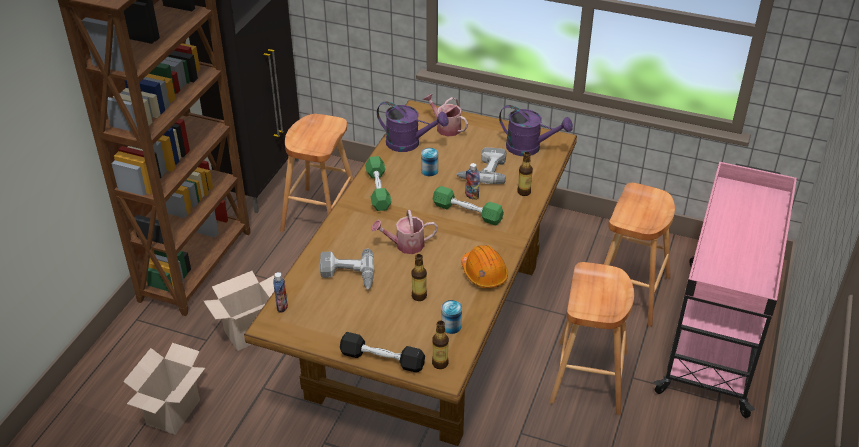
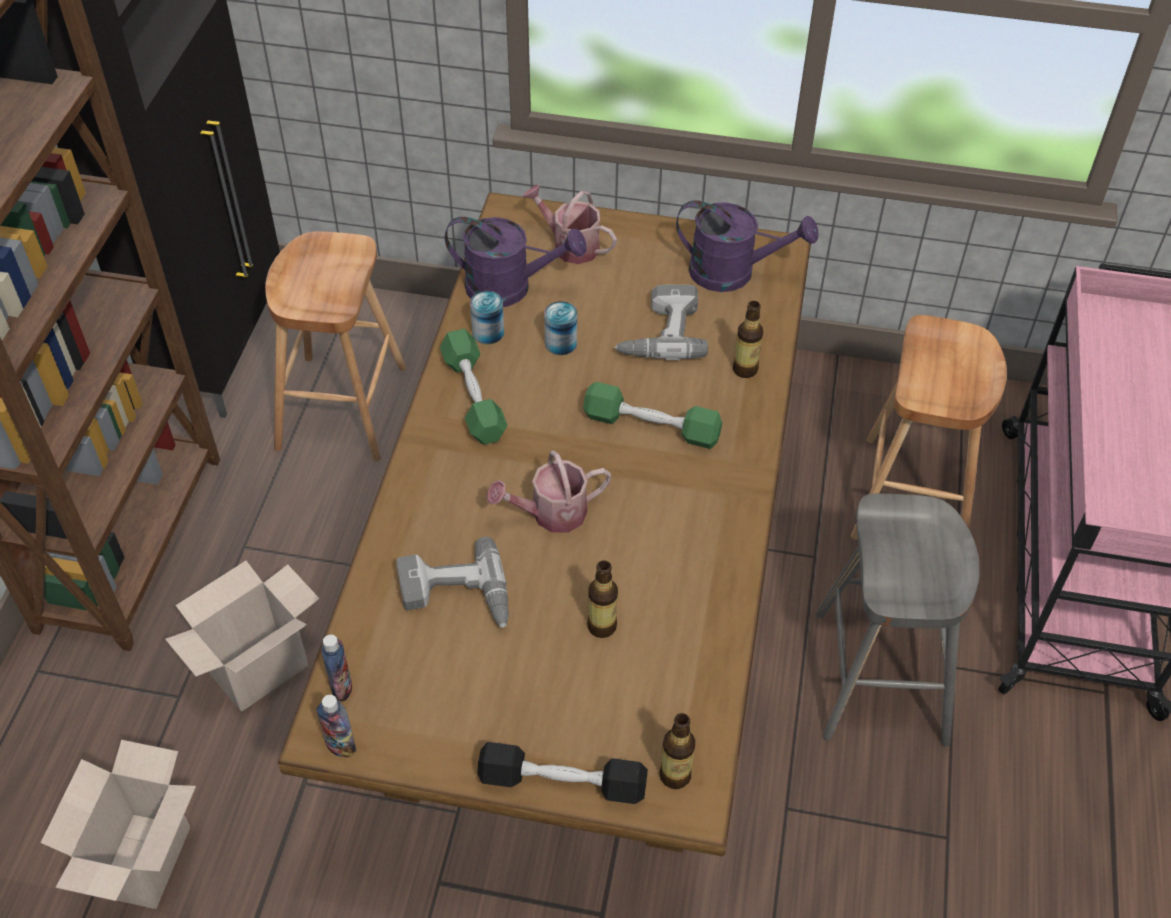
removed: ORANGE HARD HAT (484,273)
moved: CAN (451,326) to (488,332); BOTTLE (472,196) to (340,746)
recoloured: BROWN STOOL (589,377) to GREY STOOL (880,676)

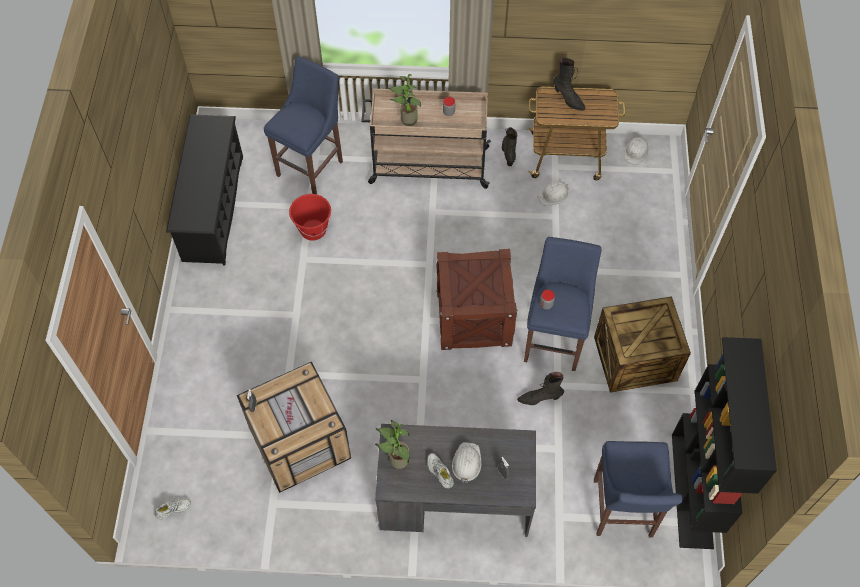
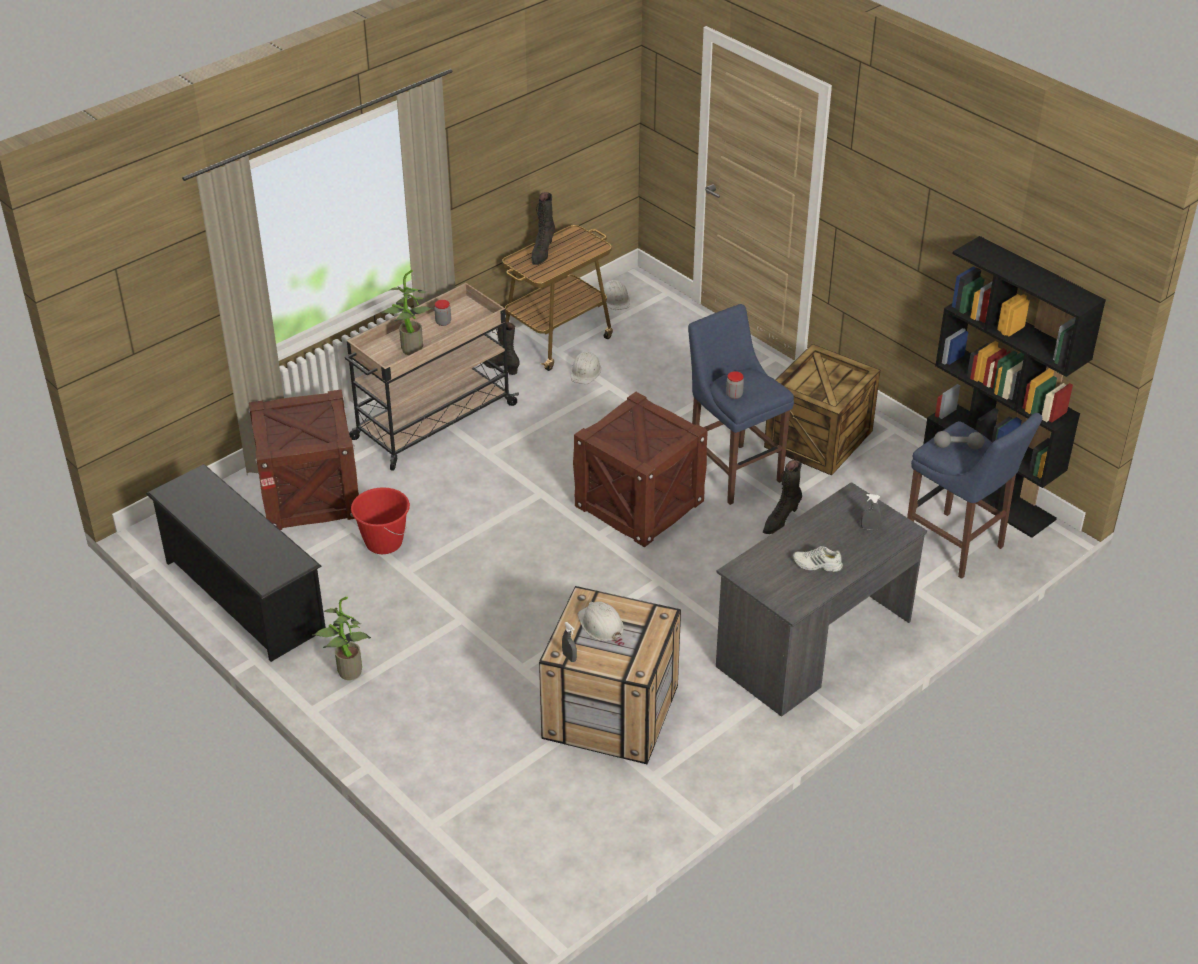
removed: WHITE SHOE (173,508)
added: GREY DUMBBELL (957,446)
moved: POTTED PLANT (396,460) to (347,674); WHITE HARD HAT (466,462) to (600,624)
replaced: BLUE STOOL (312,166) to CRATE (309,495)
turned: BLACK BOOT (568,99) = (542,252) 105 degrees clockwise

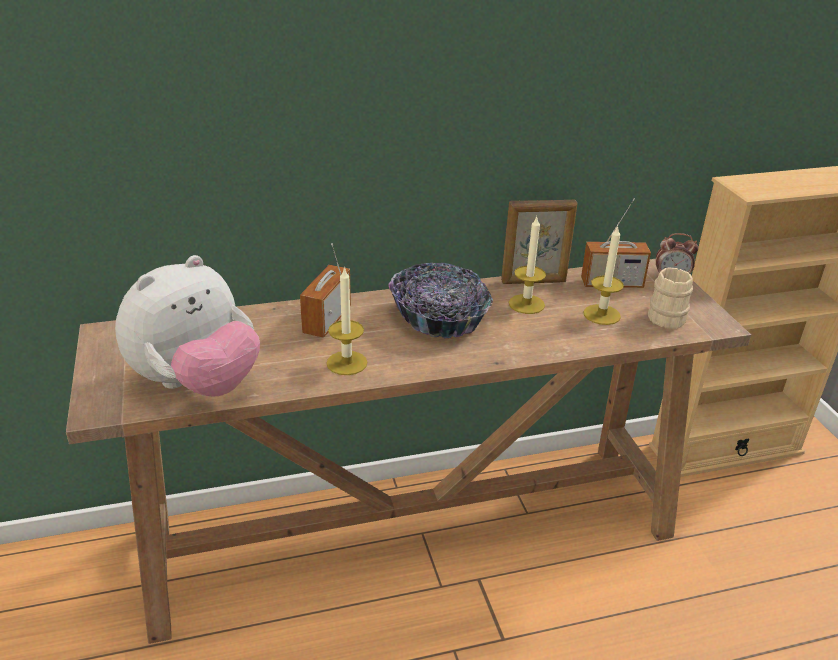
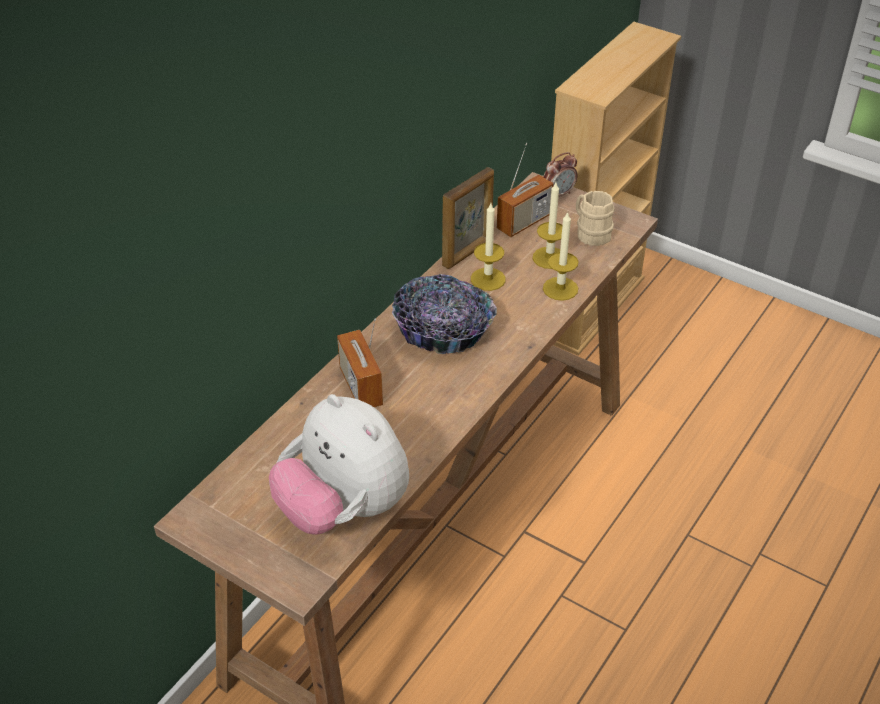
moved: CANDLE (347,363) to (560,288)
turned: PLUSH TOY (197,384) = (343,509) 135 degrees clockwise

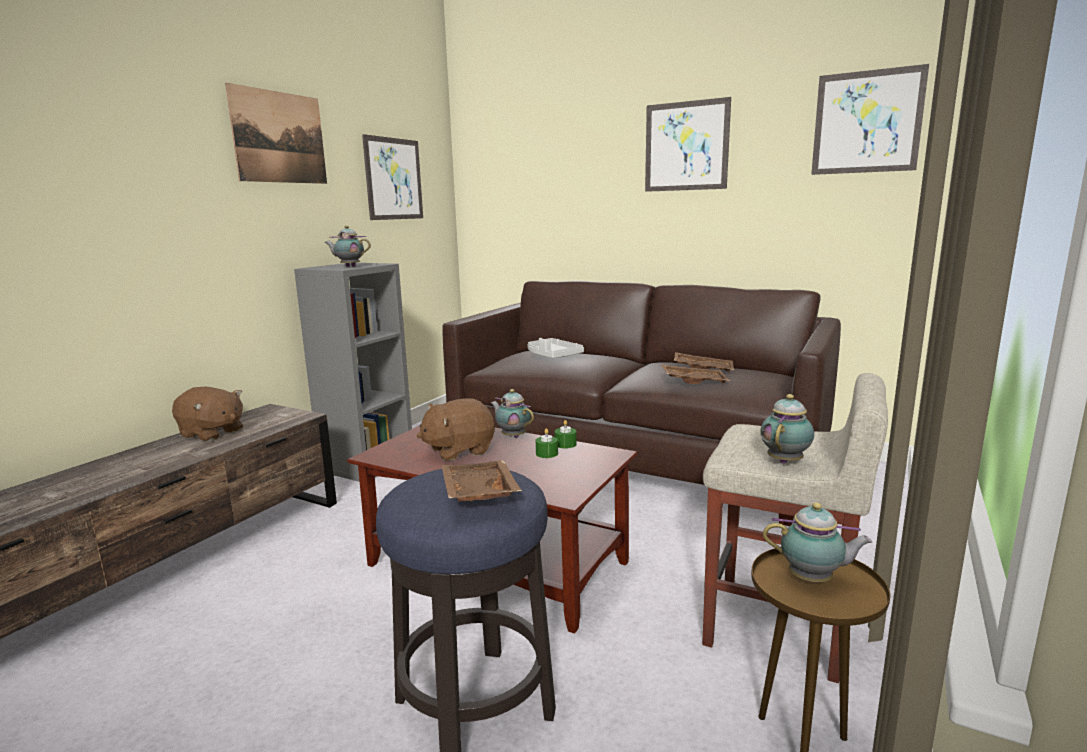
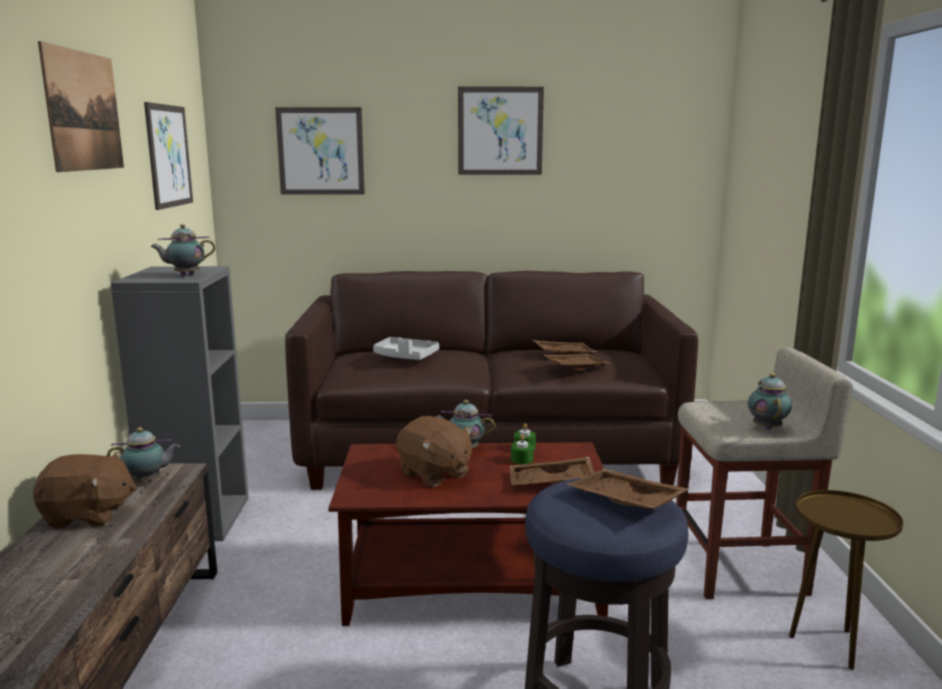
added: BROWN TRAY (551,483)
moved: TEAPOT (813,580) to (148,481); PICTURE (867,122) to (320,151)
turned: BROWN PLUSH TOY (458,450) = (434,474) 75 degrees counterclockwise

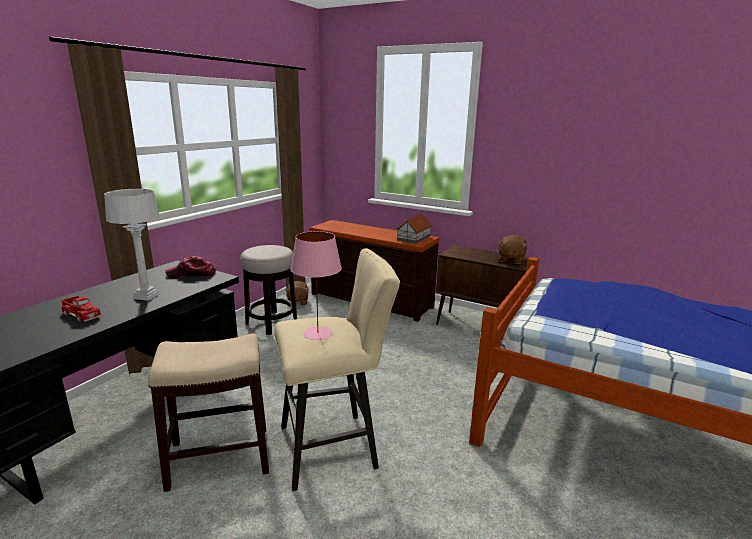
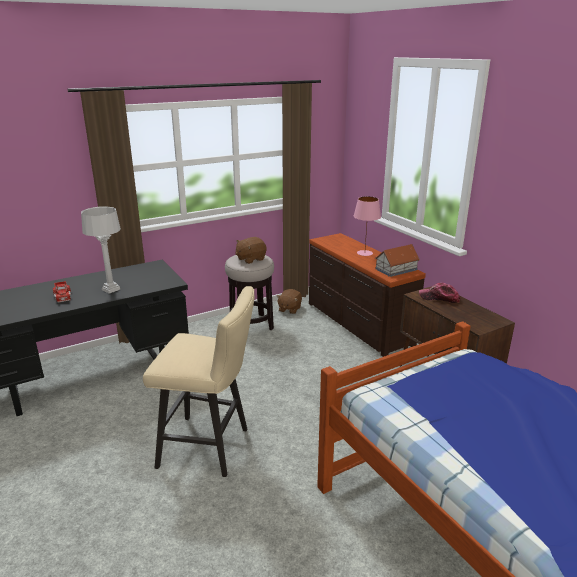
removed: STOOL (220,457)
moved: CAP (191,274) to (439,298); PINK TABLE LAMP (318,333) to (365,253); BROWN PLUSH TOY (510,260) to (250,259)

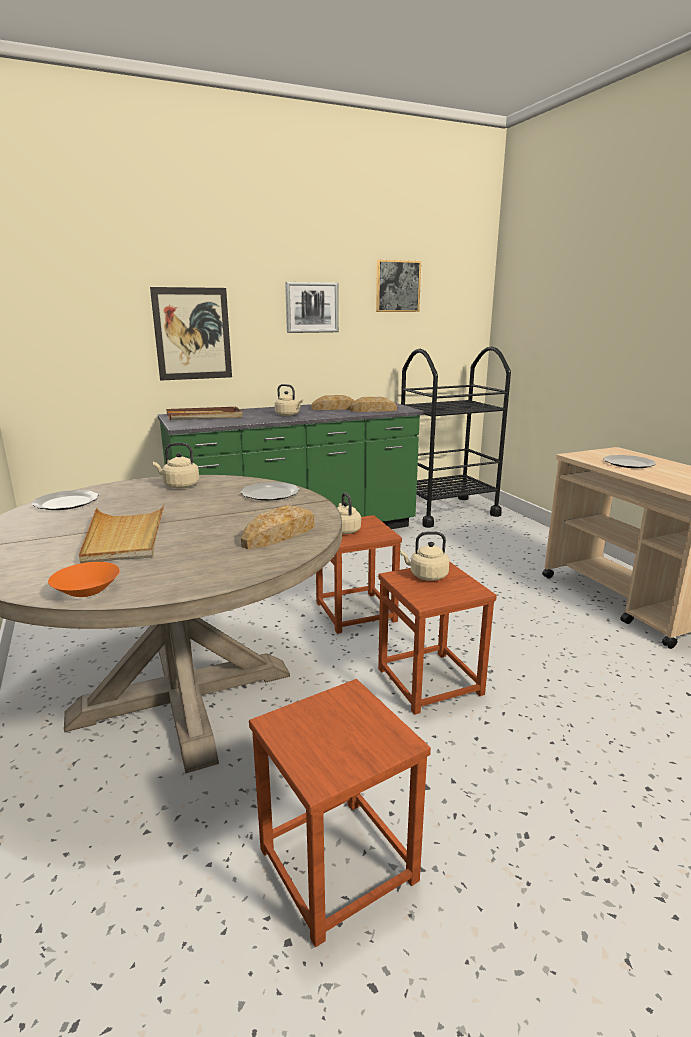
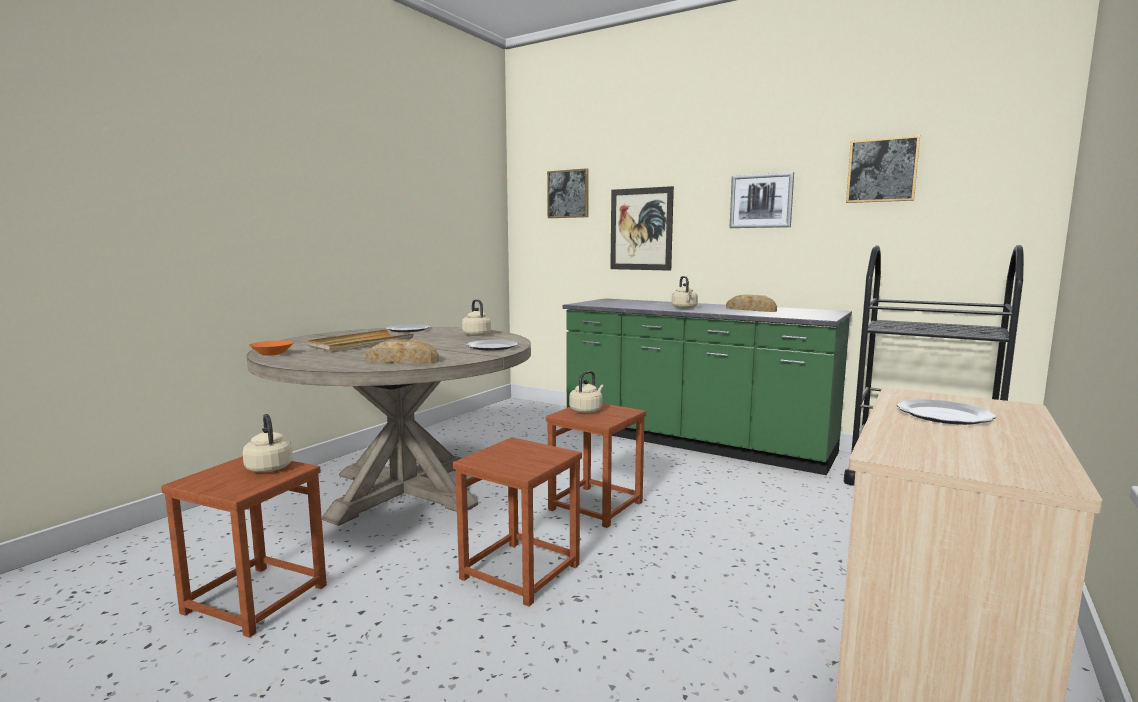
removed: BROWN TRAY (205,416); BREAD (373,410)
added: PICTURE (568,194)
moved: BEIGE KETTLE (426,576) to (269,467)

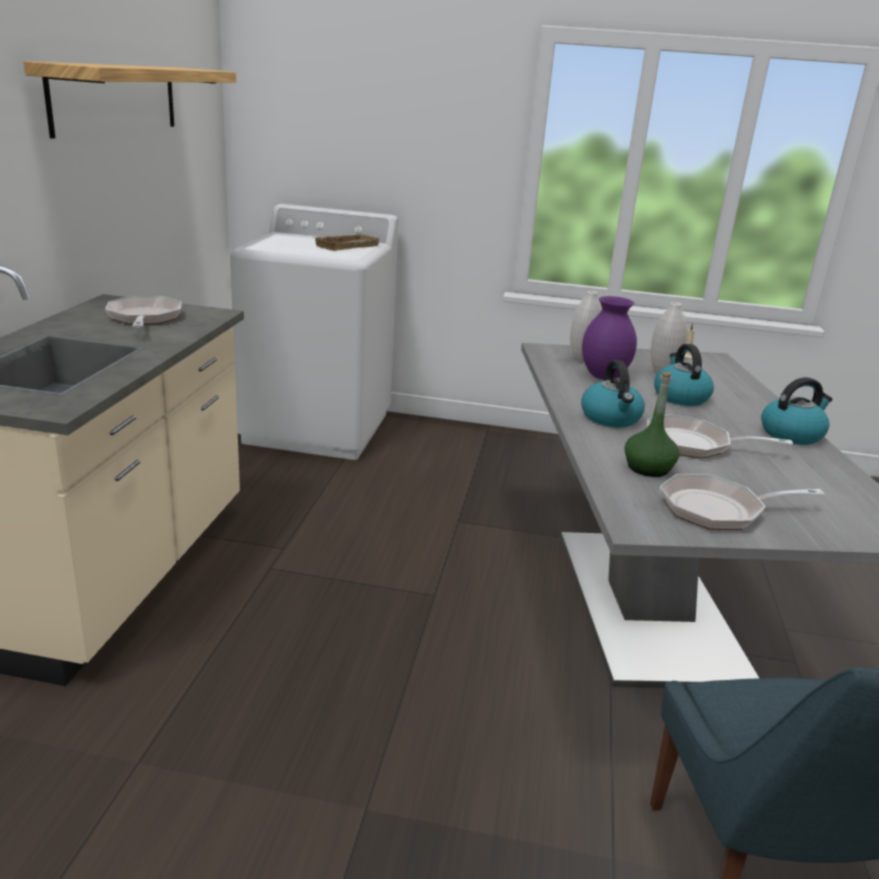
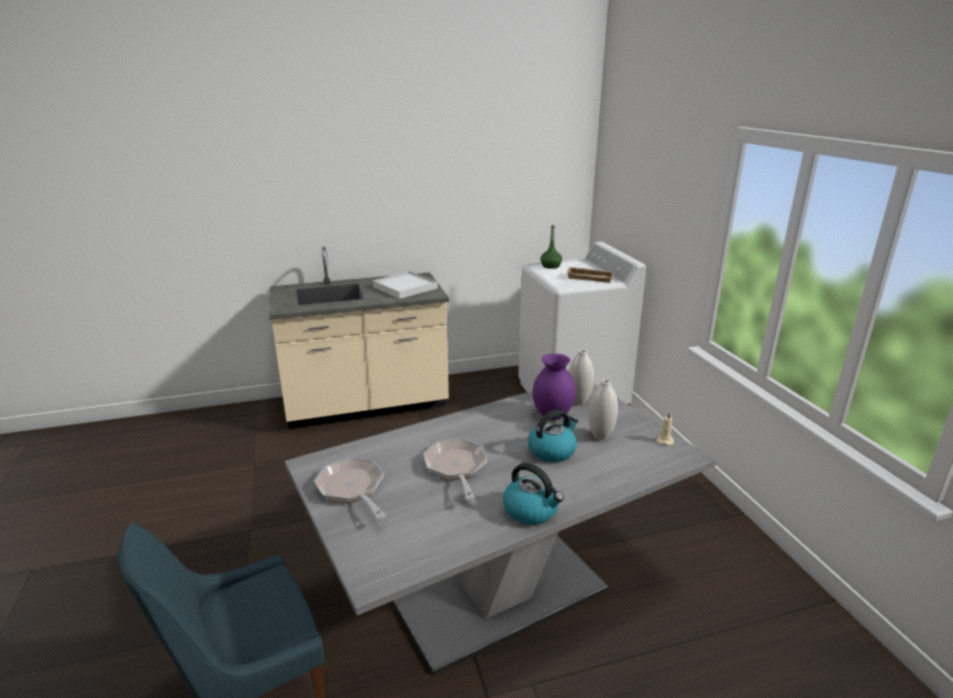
removed: SHELF (116,98); KETTLE (611,418)
moved: GREEN BOTTLE (648,468) to (550,266)
replaced: FRYING PAN (144,318) to WHITE TRAY (405,287)

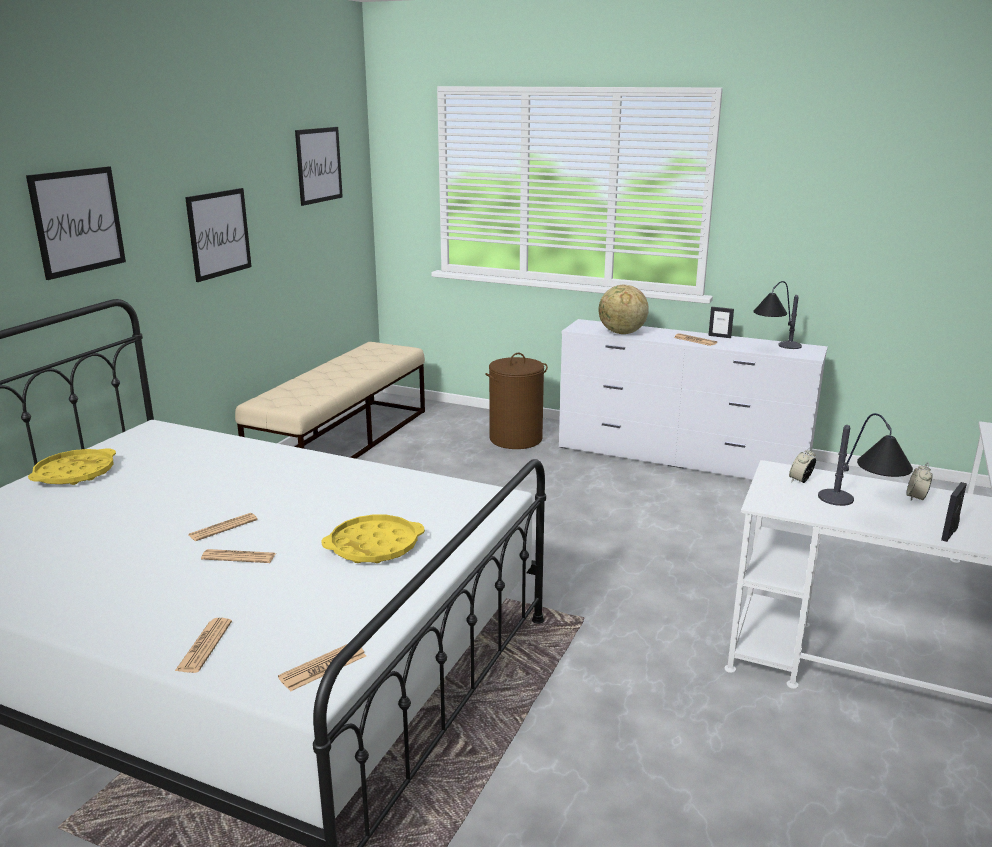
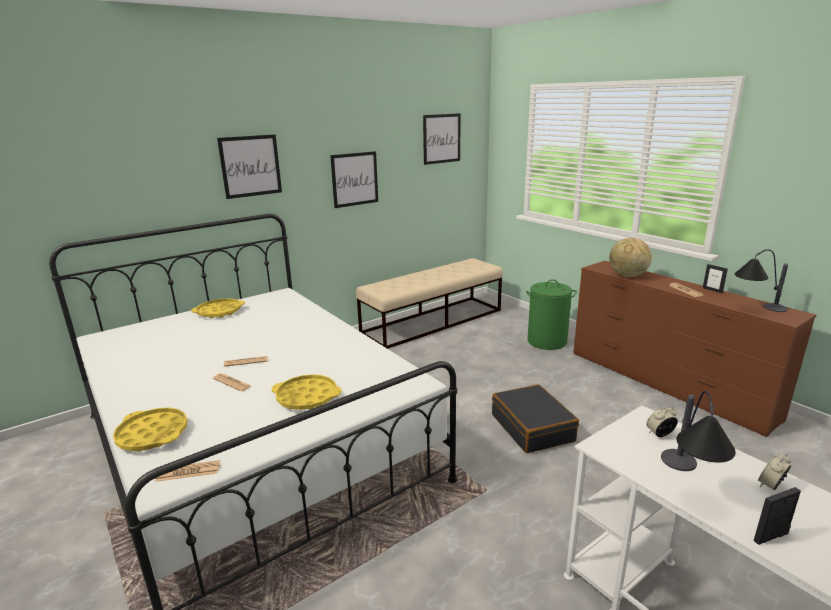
added: BLACK SUITCASE (532,428)
replaced: NEWSPAPER (204,646) to YELLOW TRAY (152,434)
recoloured: BROWN LAUNDRY BASKET (515,439) to GREEN LAUNDRY BASKET (546,341); WHITE DRESSER (680,459) to BROWN DRESSER (666,384)

